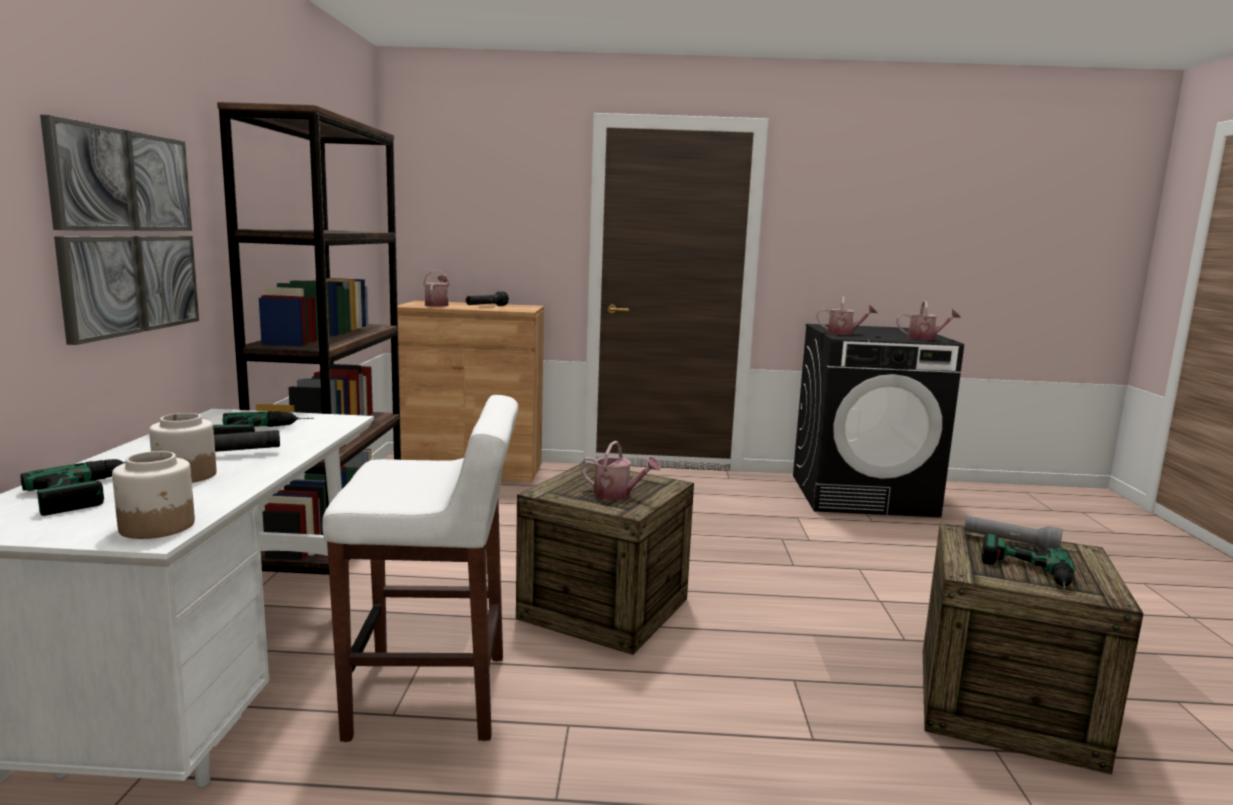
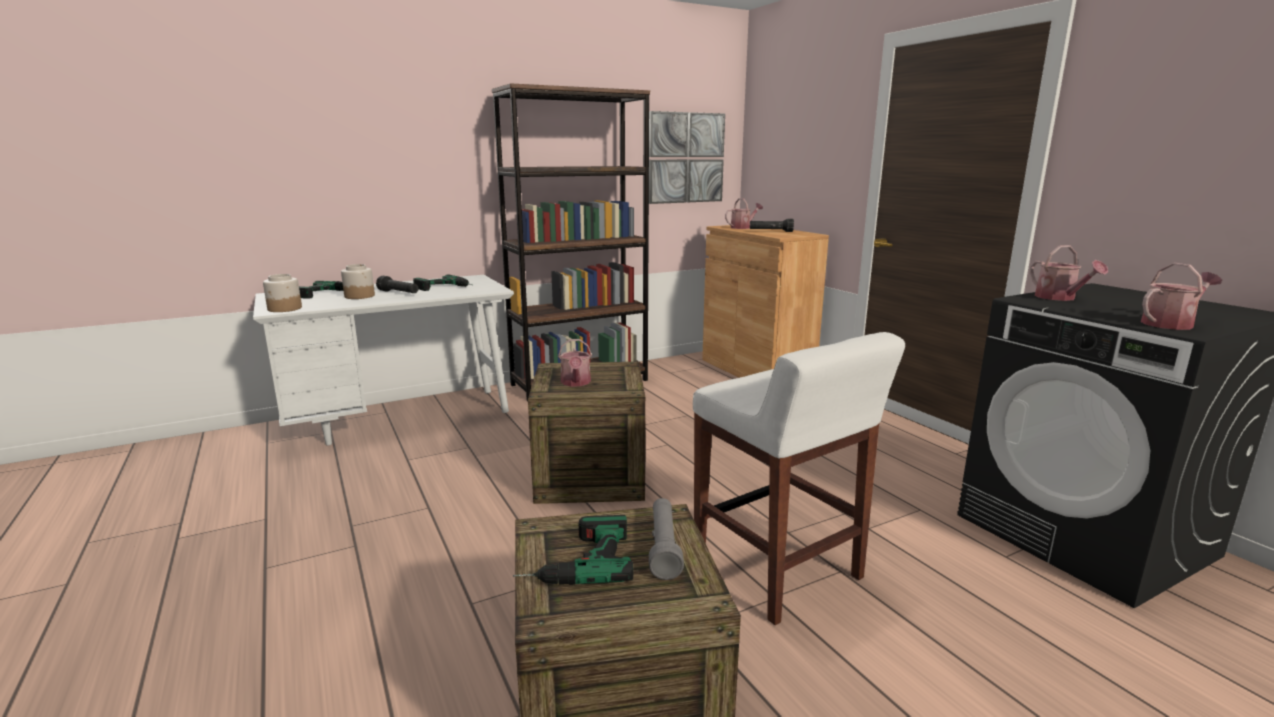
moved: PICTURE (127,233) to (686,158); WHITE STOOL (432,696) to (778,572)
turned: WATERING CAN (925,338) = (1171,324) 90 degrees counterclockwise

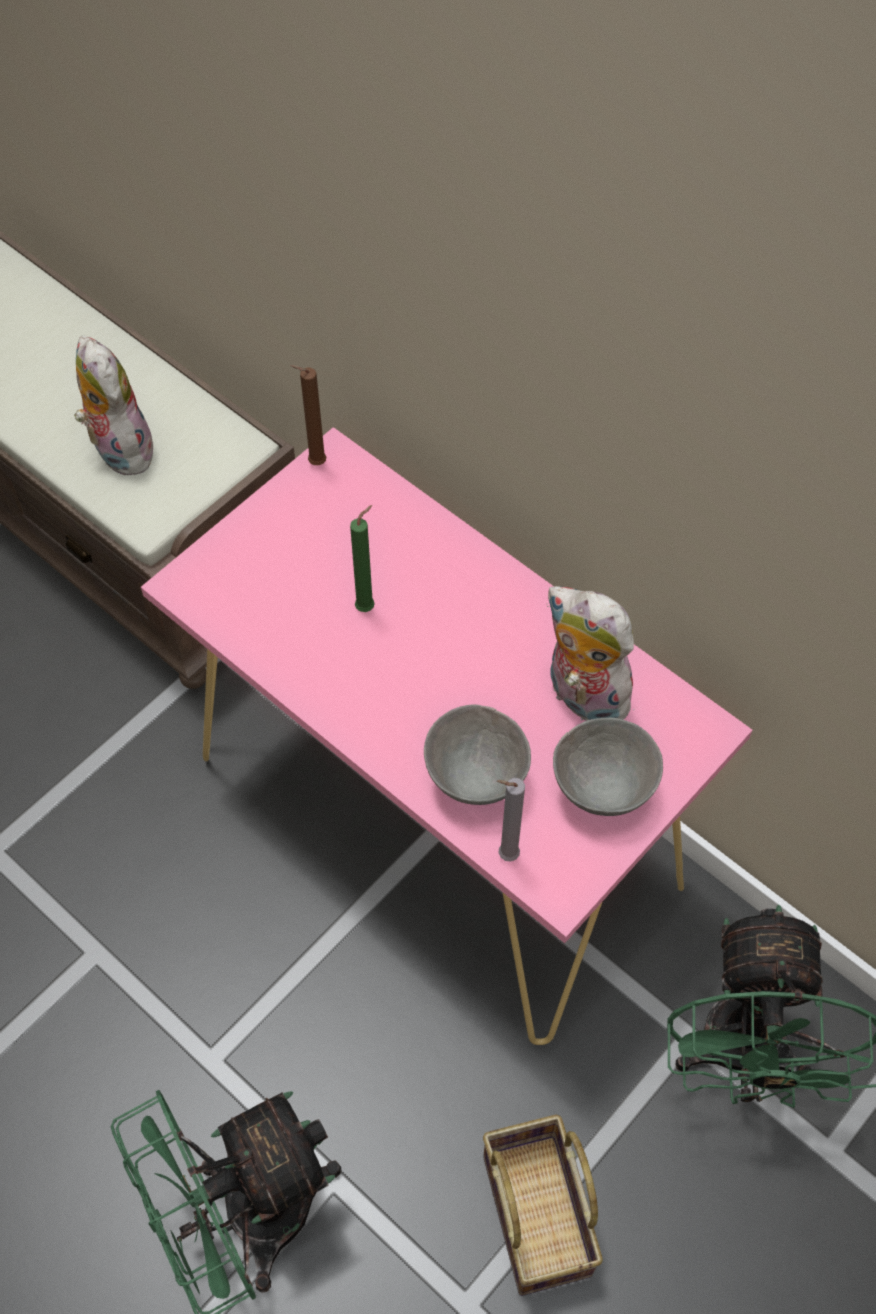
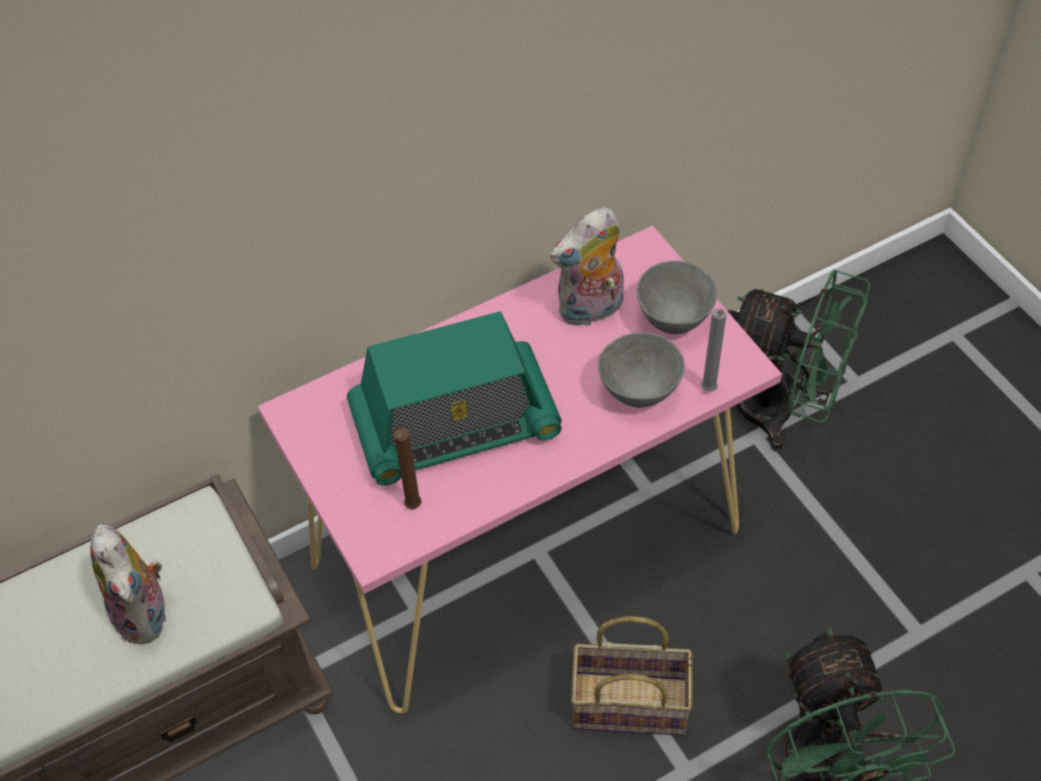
moved: BROWN CANDLE (314,463) to (412,508); BASKET (540,1218) to (632,702)
replaced: GREEN CANDLE (367,606) to RADIO (455,424)
turned: PLUSH TOY (118,448) = (146,614) 105 degrees counterclockwise

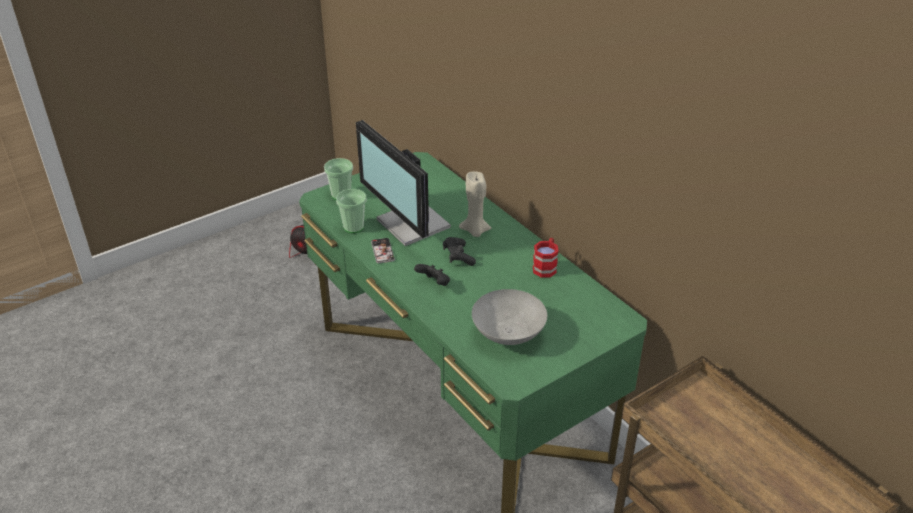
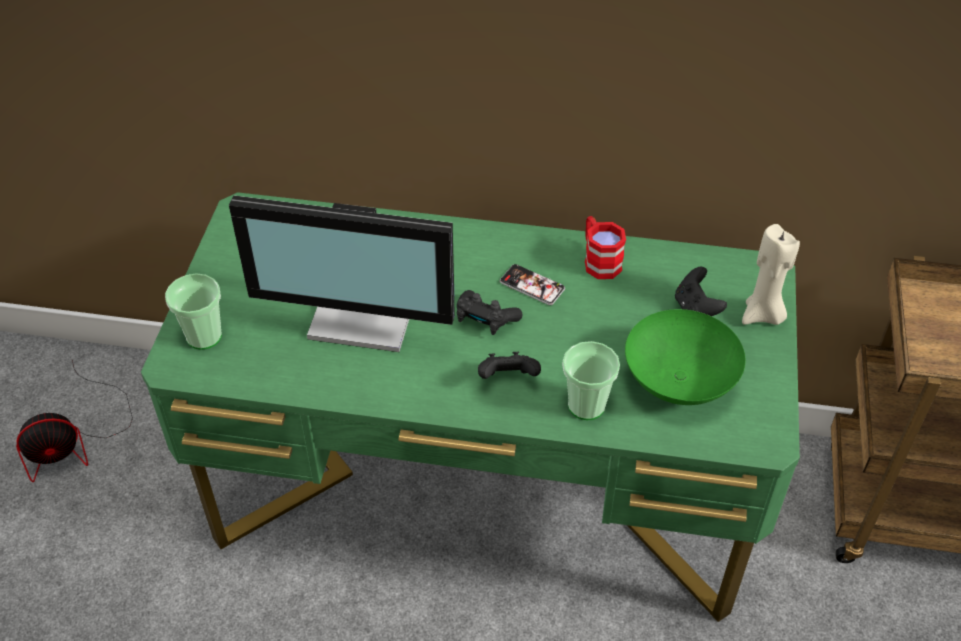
added: BLACK GAME CONTROLLER (695,309)
moved: CUP (353,227) to (586,405); PHONE (382,251) to (532,285); BEIGE CANDLE (475,231) to (762,315)
recoloured: GREY BOWL (508,335) to GREEN BOWL (680,383)

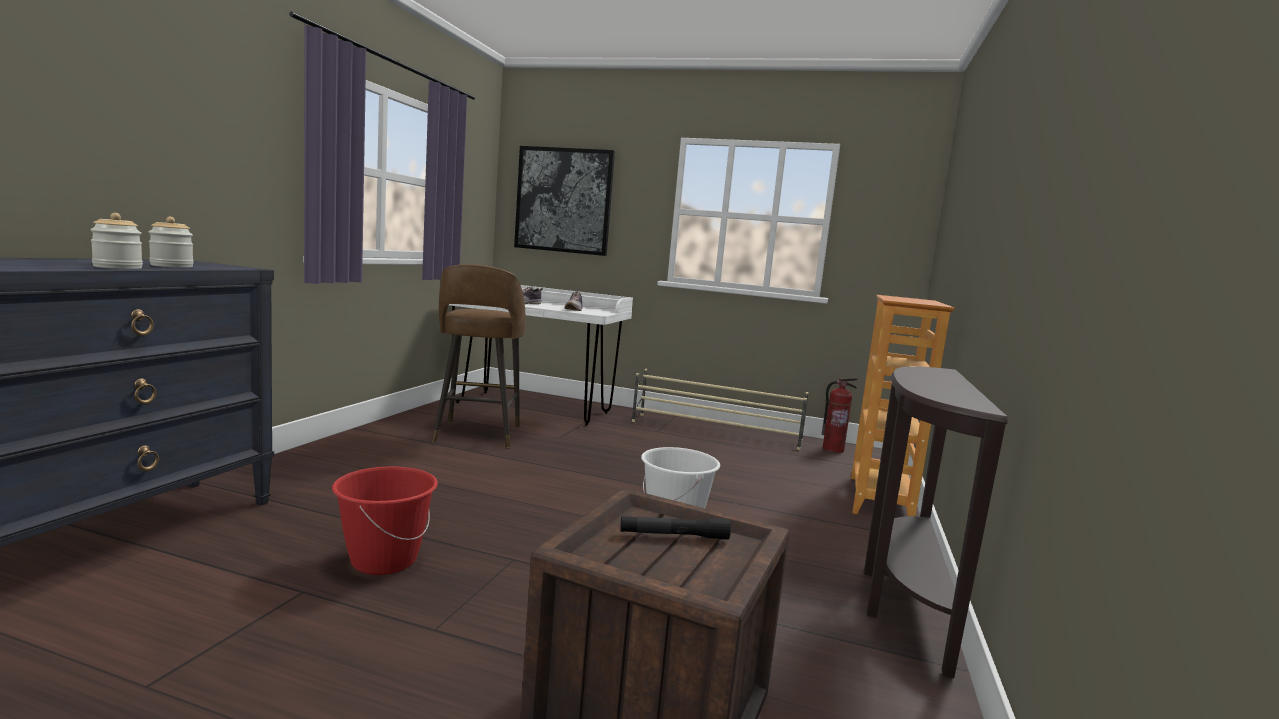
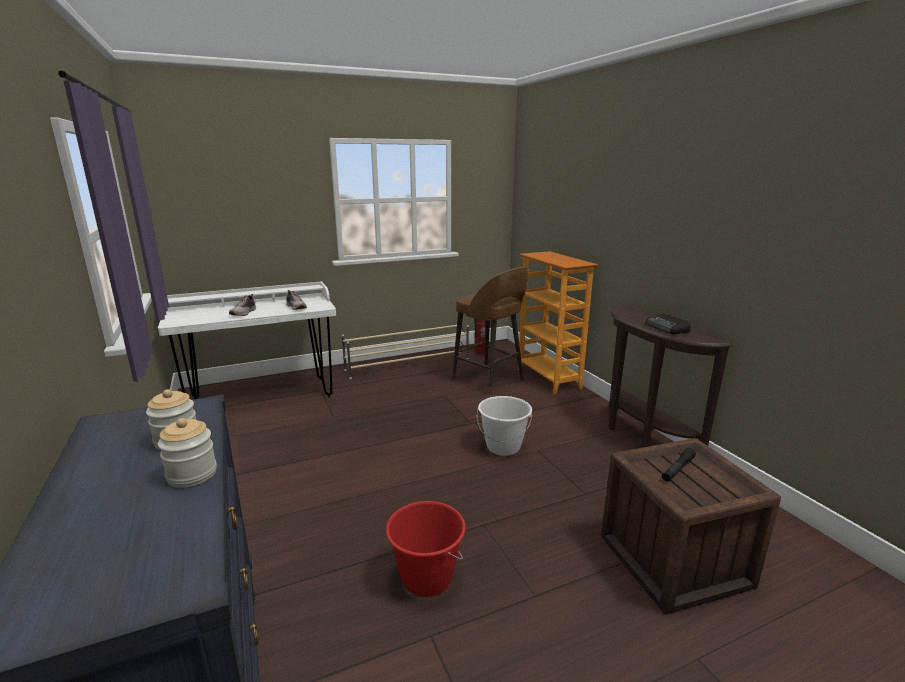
removed: PICTURE (564,200)
added: RADIO (667,328)
moved: BROWN STOOL (476,435) to (489,381)

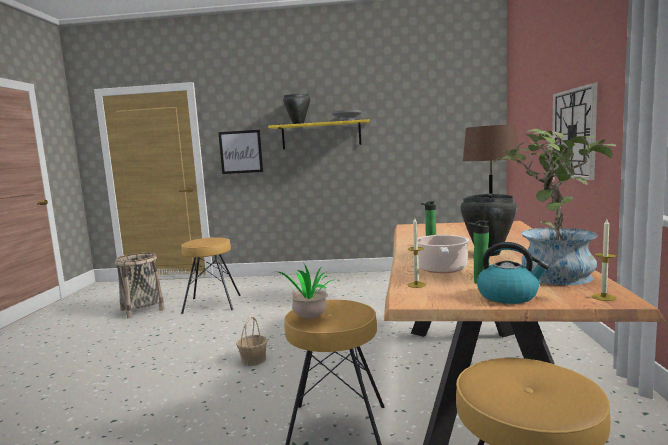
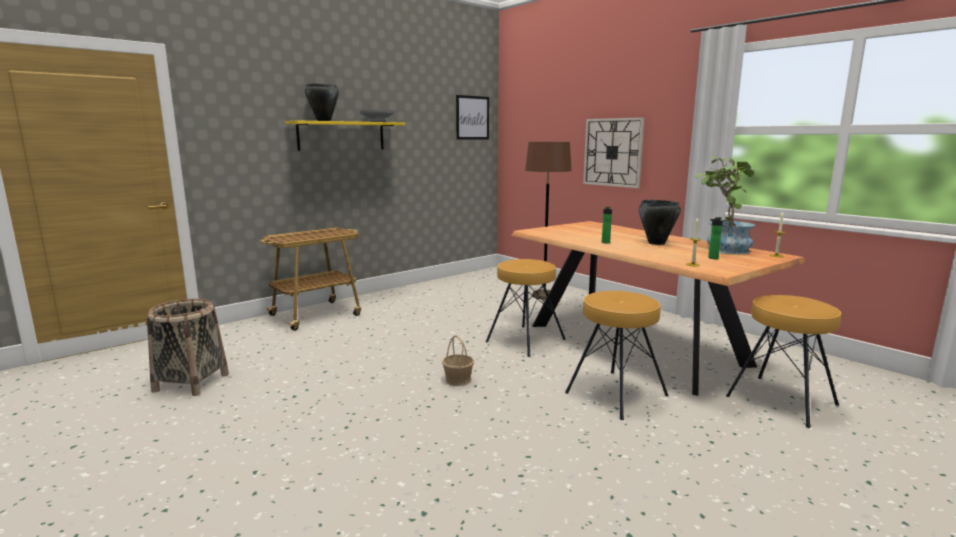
removed: POTTED PLANT (308,319); COOKING POT (442,269); KETTLE (508,296)
added: CART (317,315)
moved: BROWN STOOL (212,304) to (525,340); PICTURE (241,152) to (472,117)

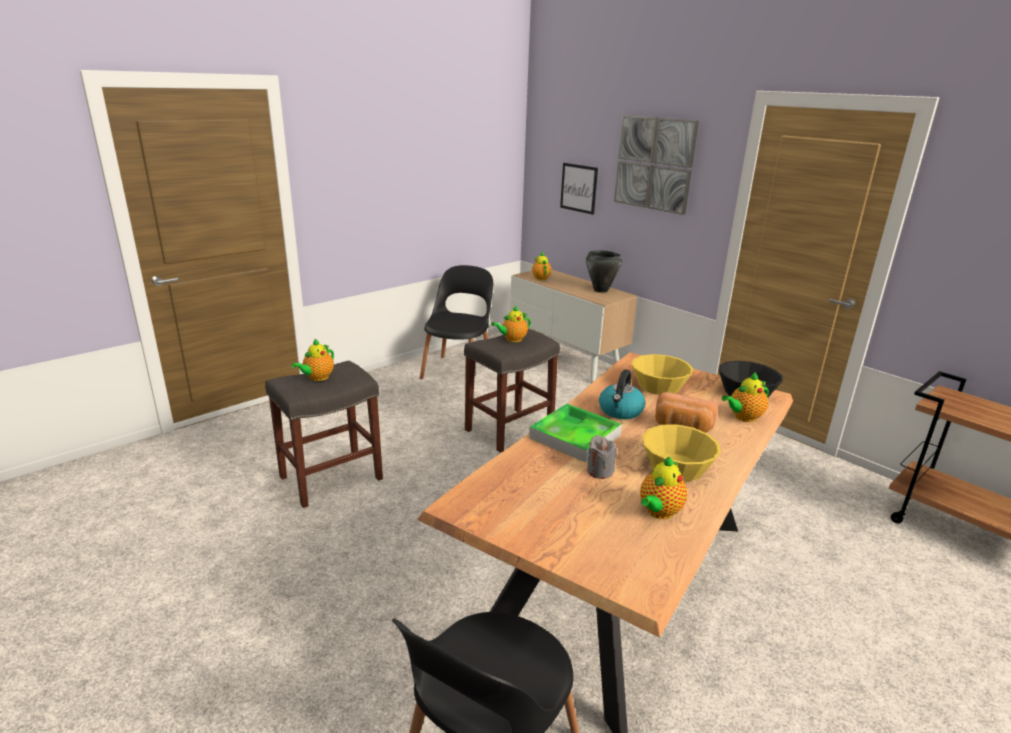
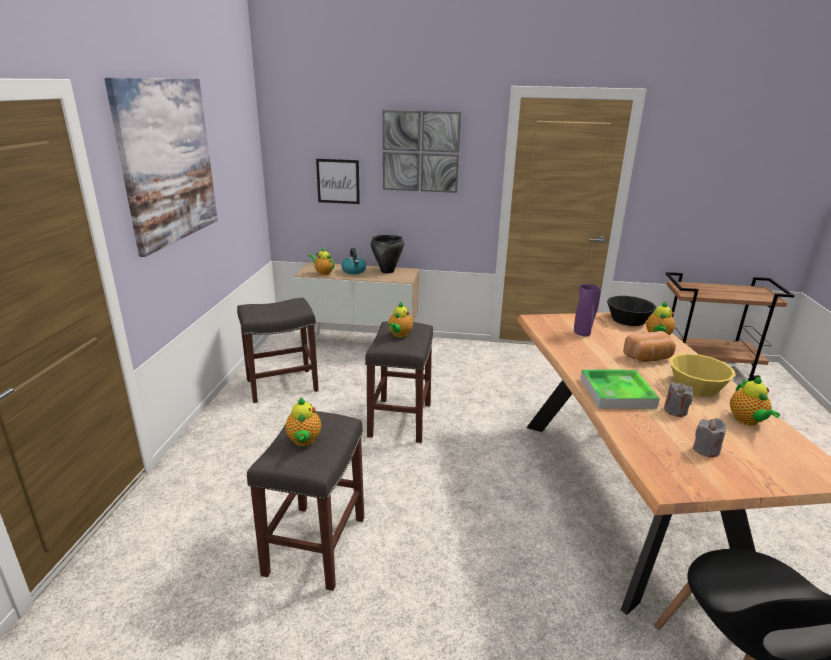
added: PICTURE (168,161); GREY CANDLE (706,450)
moved: KETTLE (620,411) to (354,271)
replaced: BLACK CHAIR (458,370) to GREY STOOL (283,385); YELLOW BOWL (659,386) to PURPLE VASE (583,333)

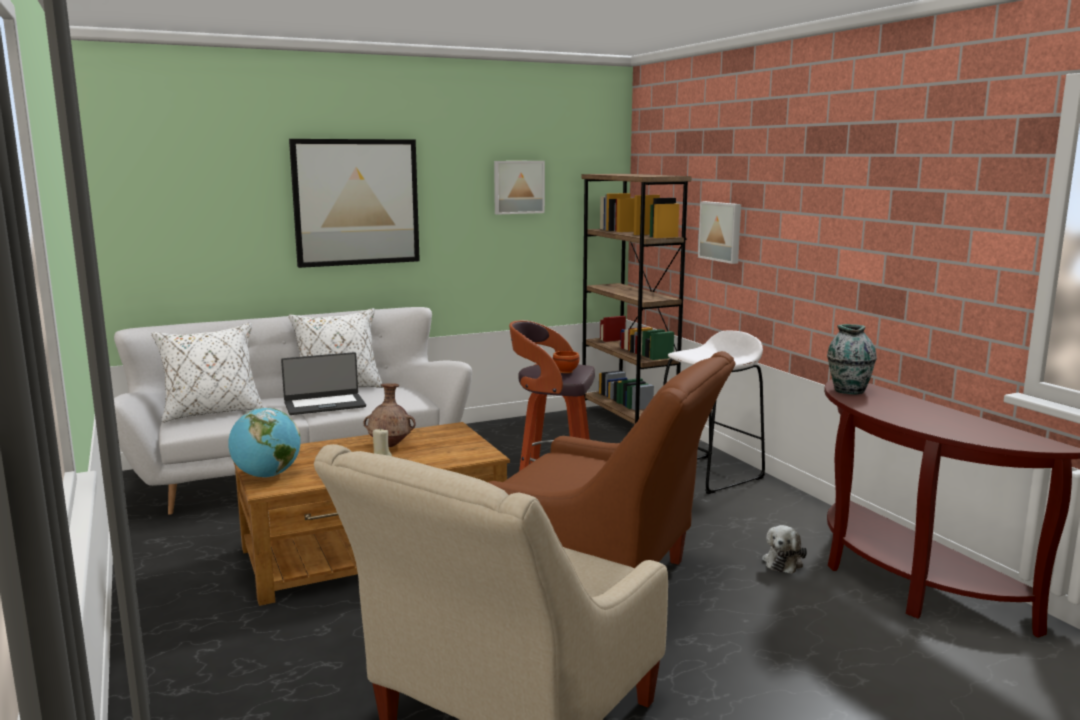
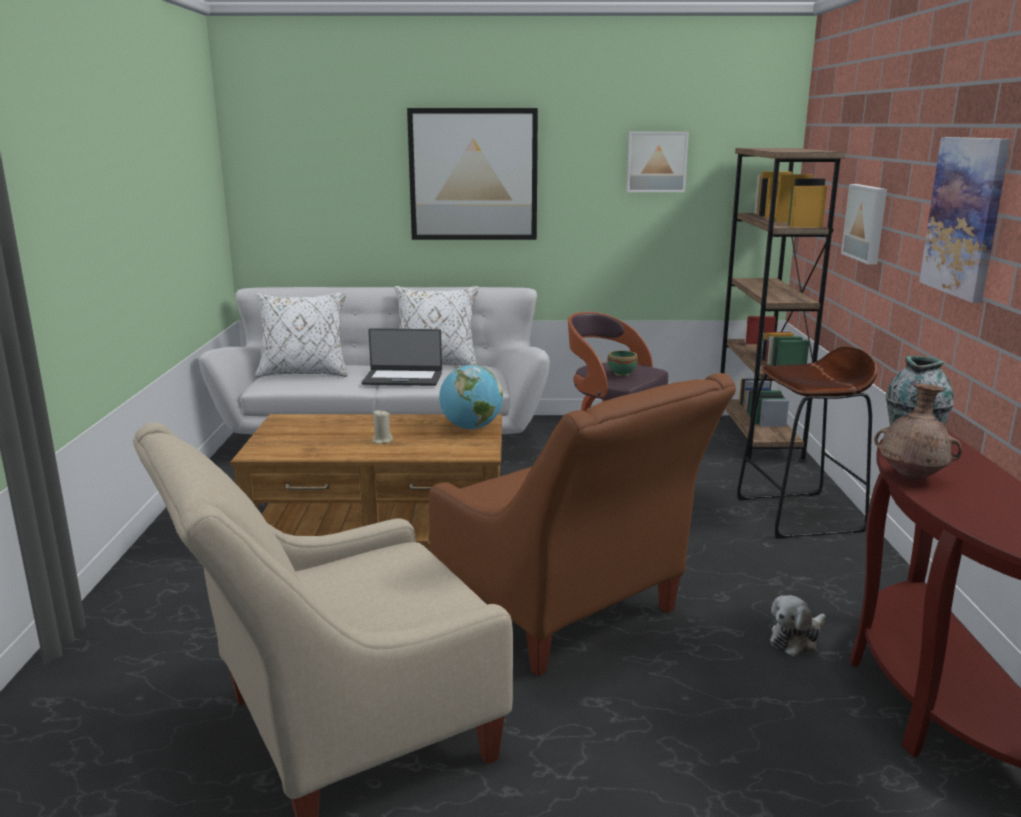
added: PICTURE (965,217)
moved: GLOBE (267,475) to (471,428); BROWN VASE (391,445) to (912,477)
recoloured: BROWN BOWL (565,371) to GREEN BOWL (622,373); WHITE STOOL (708,474) to BROWN STOOL (799,515)

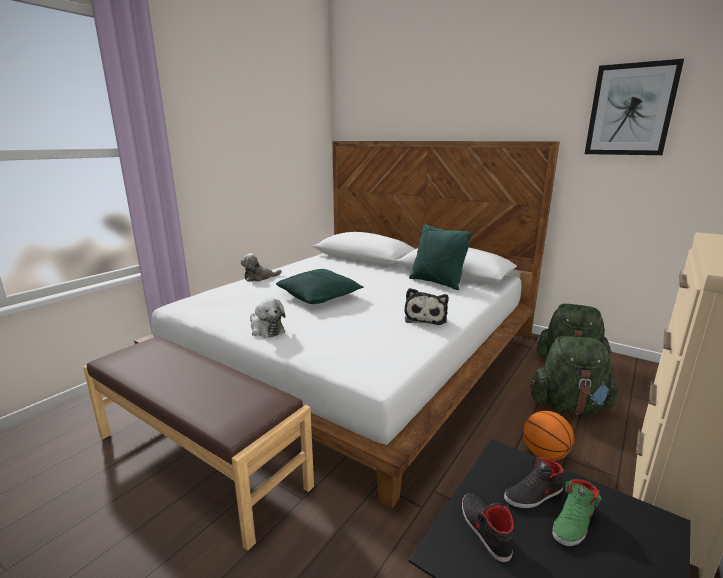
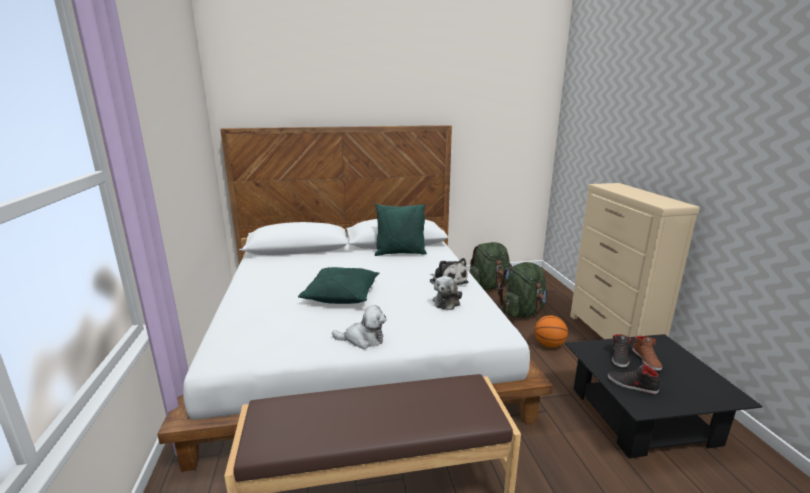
removed: PICTURE (630,110)
moved: PLUSH TOY (259,278) to (447,301)
recoloured: GREEN SHOE (574,523) to BROWN SHOE (646,360)

